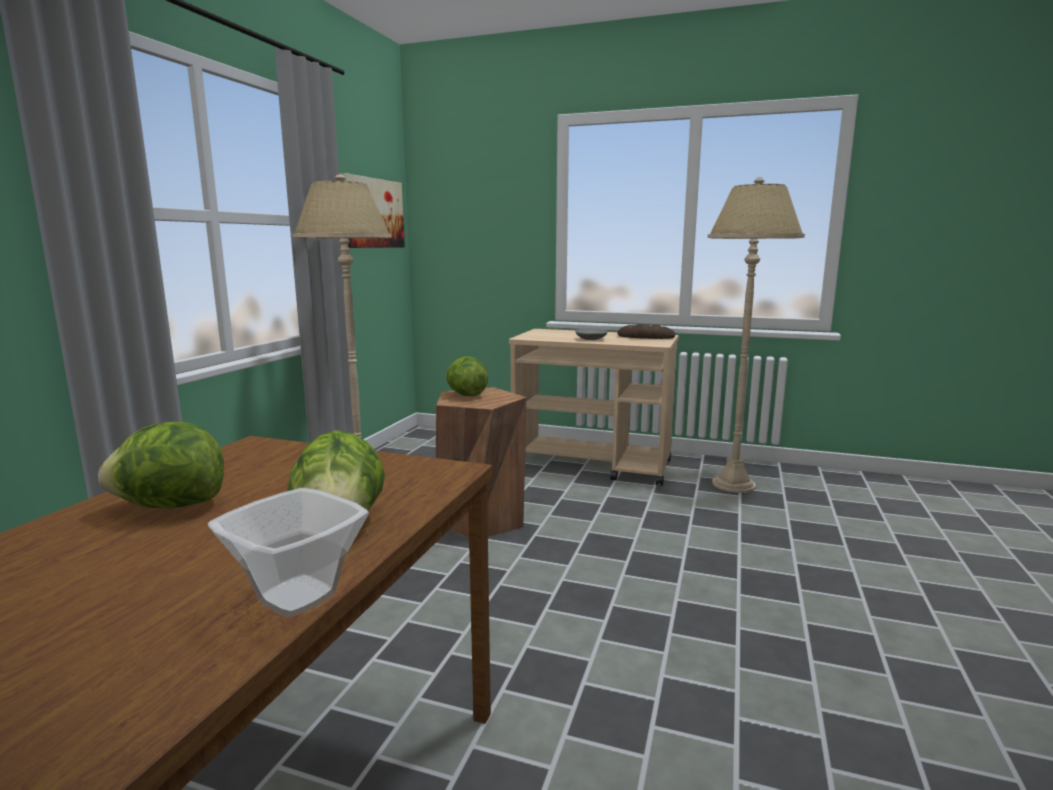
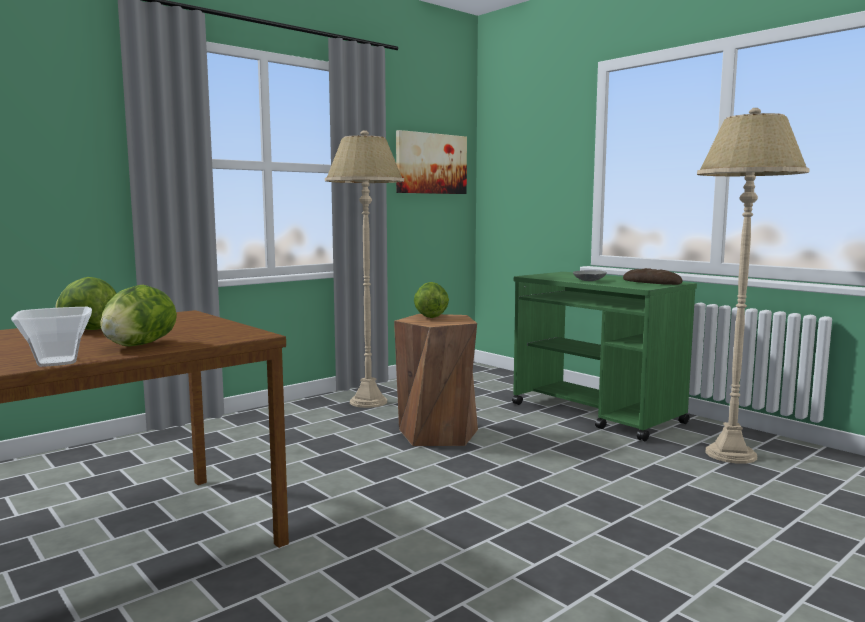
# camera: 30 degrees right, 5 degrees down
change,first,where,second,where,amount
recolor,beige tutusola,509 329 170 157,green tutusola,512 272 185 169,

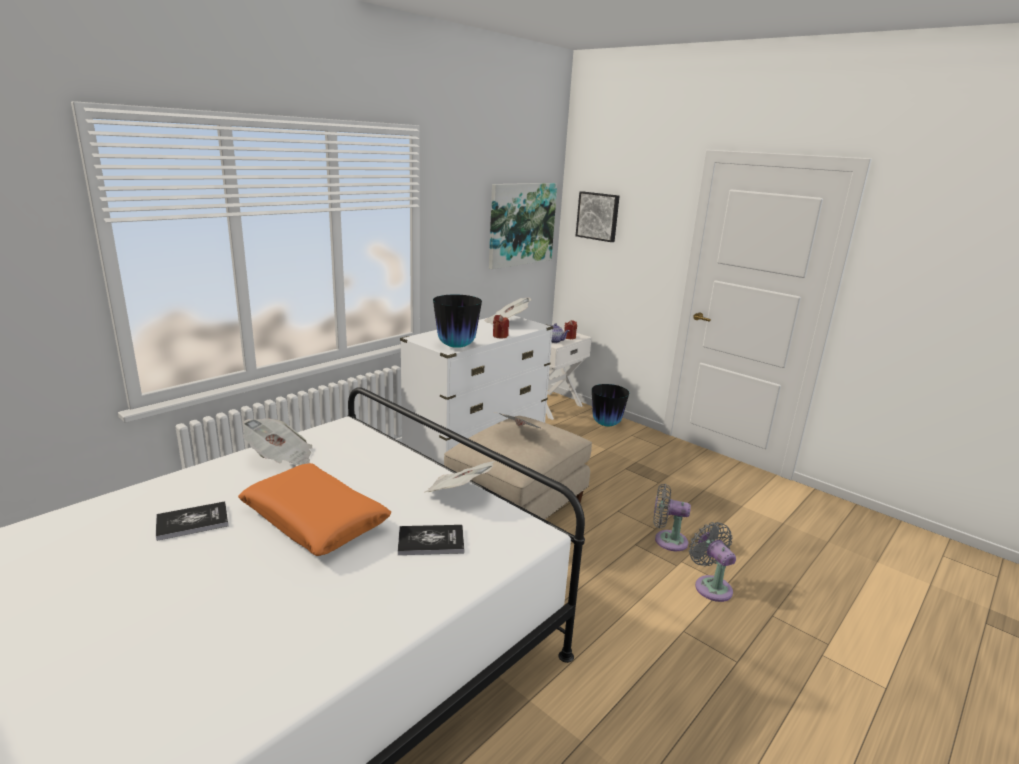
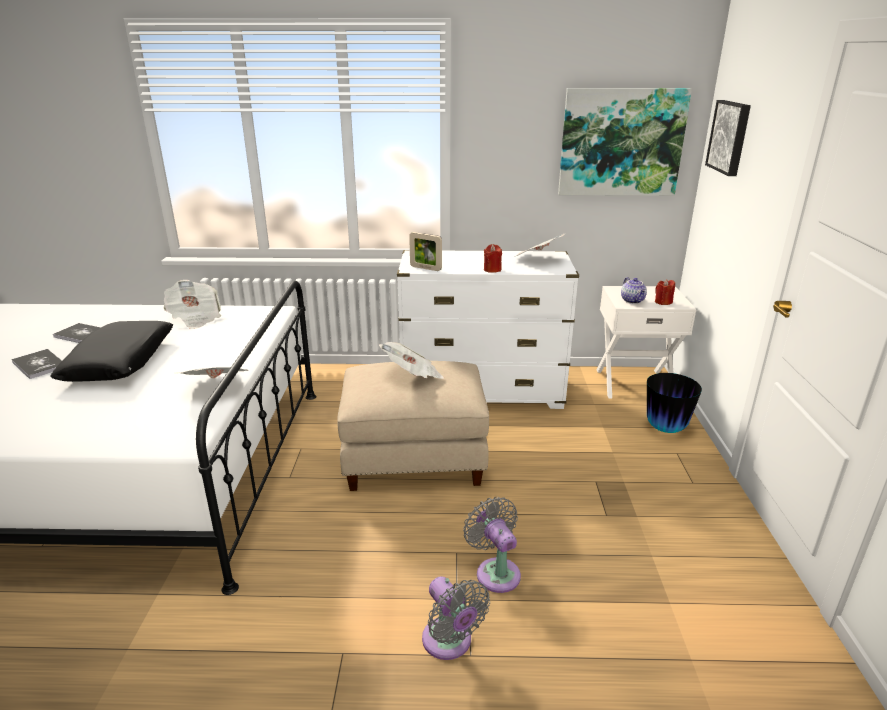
# camera: 50 degrees right, 5 degrees up
change,first,where,second,where,amount
move,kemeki,398 525 66 30,,11 349 51 30,
recolor,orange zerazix,238 463 153 93,black zerazix,50 321 123 61,
replace,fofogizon,433 295 49 53,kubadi,409 232 33 39,
rotate,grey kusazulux,689 522 47 80,,422 576 68 84,120 degrees clockwise

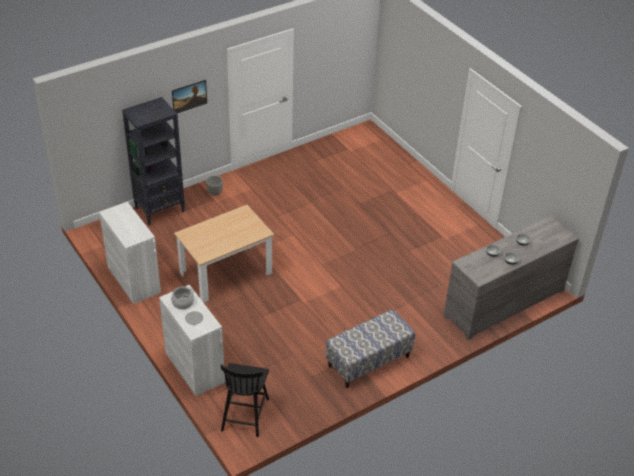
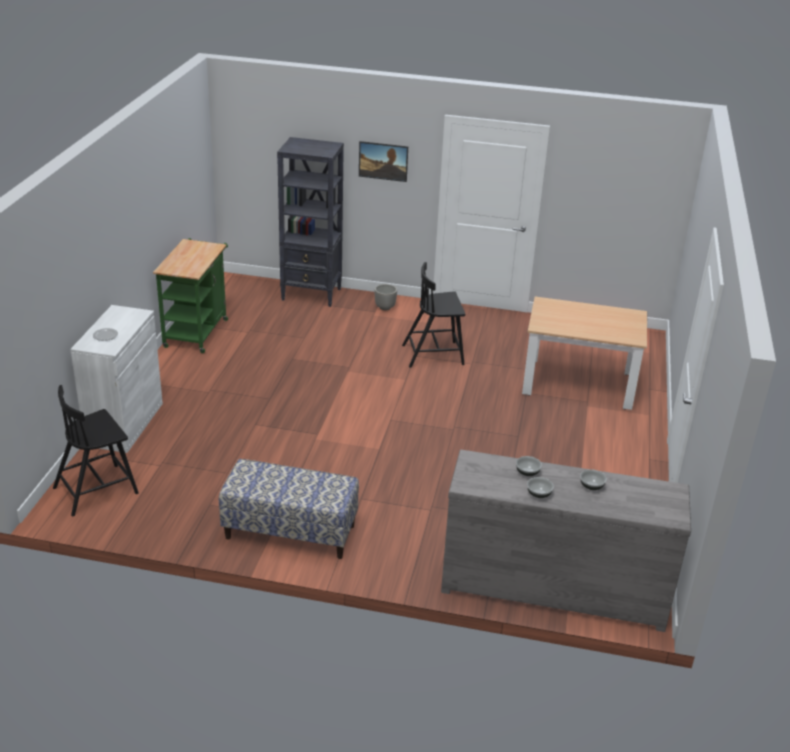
# camera: 45 degrees right, 10 degrees down
change,first,where,second,where,amount
replace,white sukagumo,99 202 62 102,green tutusola,153 238 75 115,
insert,,,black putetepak,402 262 63 106,
move,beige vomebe,174 204 100 99,,522 297 125 113,
delete,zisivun,171 286 23 23,,,

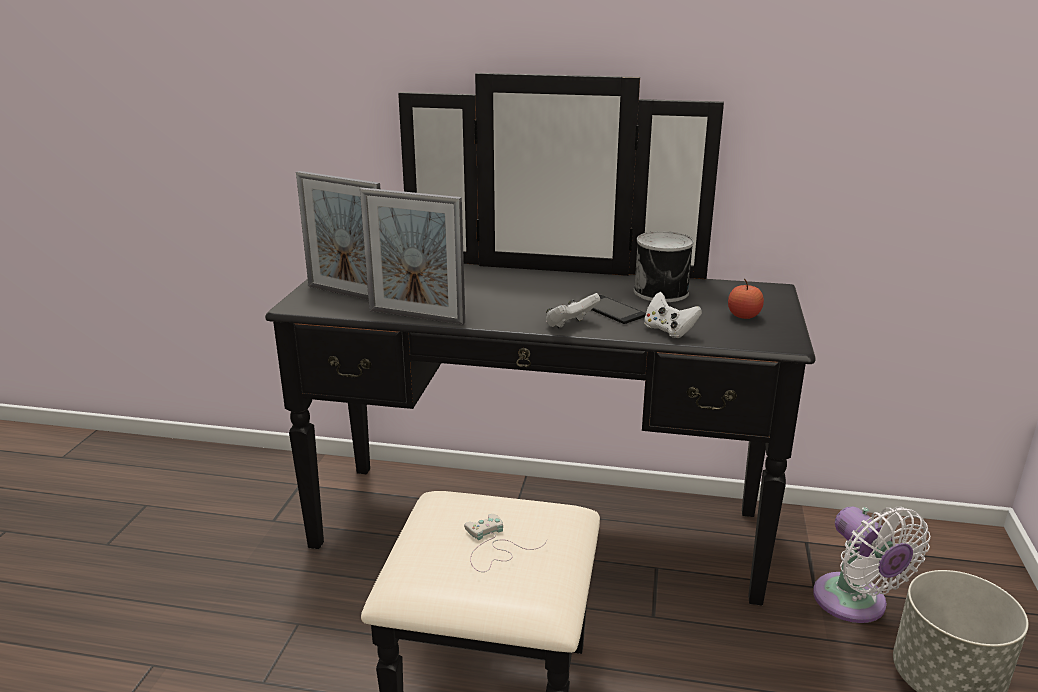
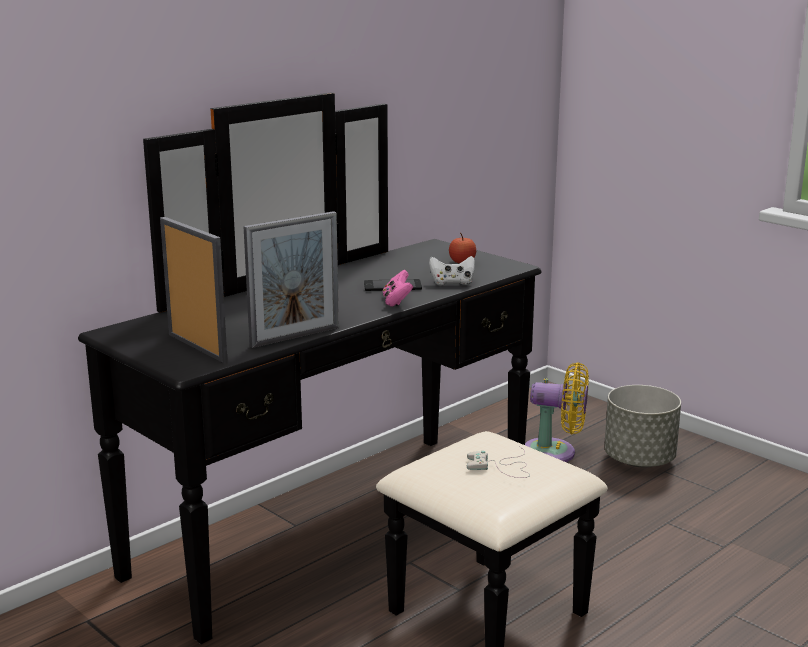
# camera: 55 degrees left, 5 degrees down
change,first,where,second,where,amount
rotate,kubadi,296 171 84 129,,160 217 67 146,105 degrees counterclockwise
recolor,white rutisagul,546 293 55 35,pink rutisagul,383 270 30 37,
recolor,white kusazulux,813 506 118 117,yellow kusazulux,525 362 64 100,
delete,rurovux,634 231 60 71,,,

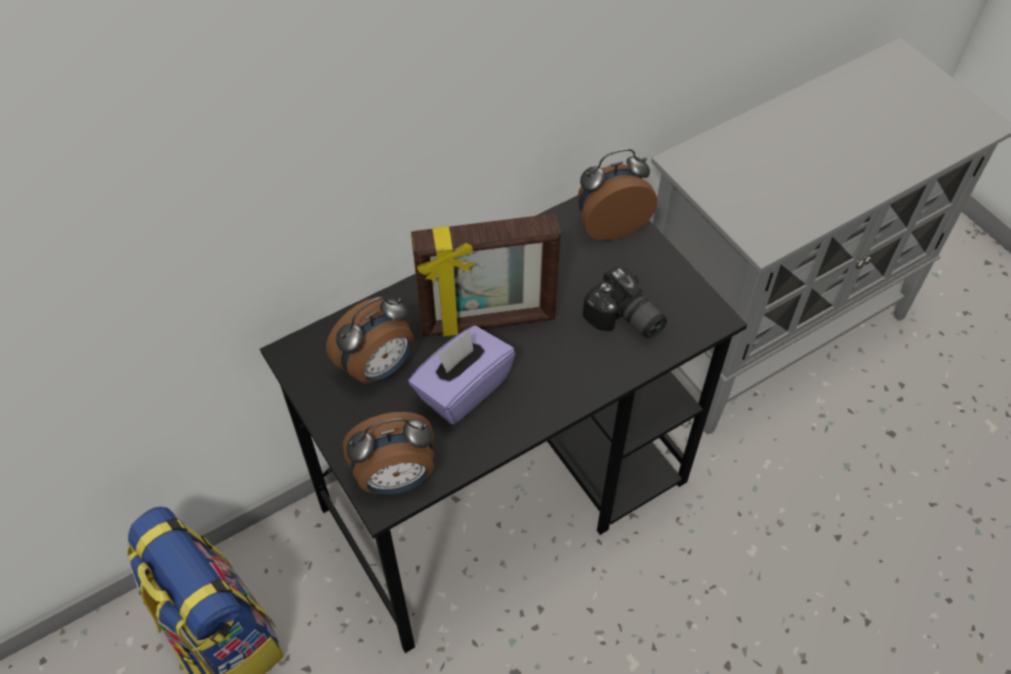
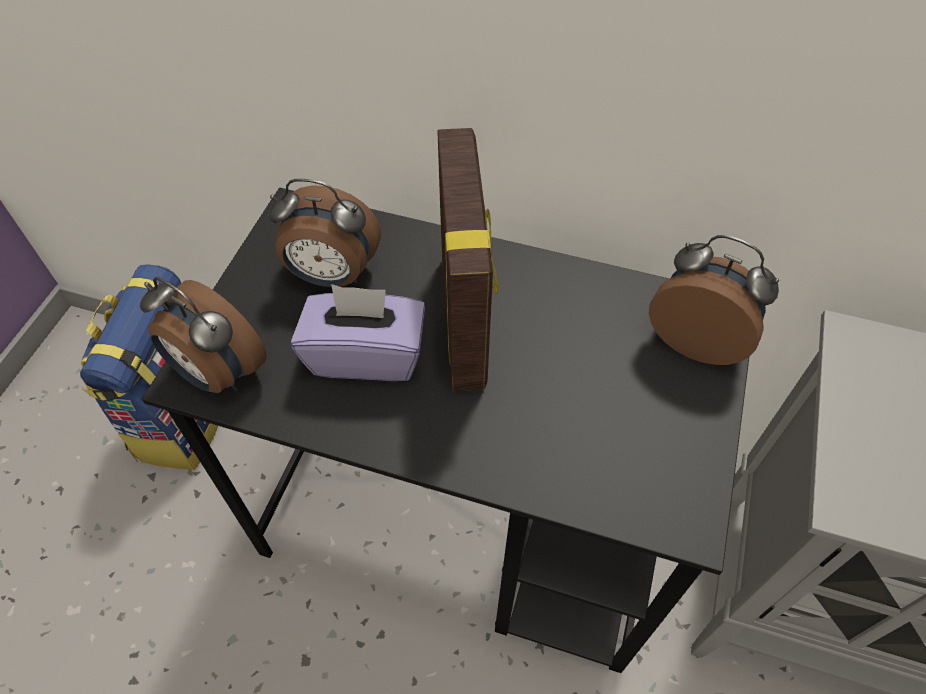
# camera: 50 degrees right, 0 degrees up
change,first,where,second,where,amount
rotate,kubadi,411 214 150 123,,437 128 62 263,135 degrees counterclockwise
delete,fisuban,583 266 84 73,,,

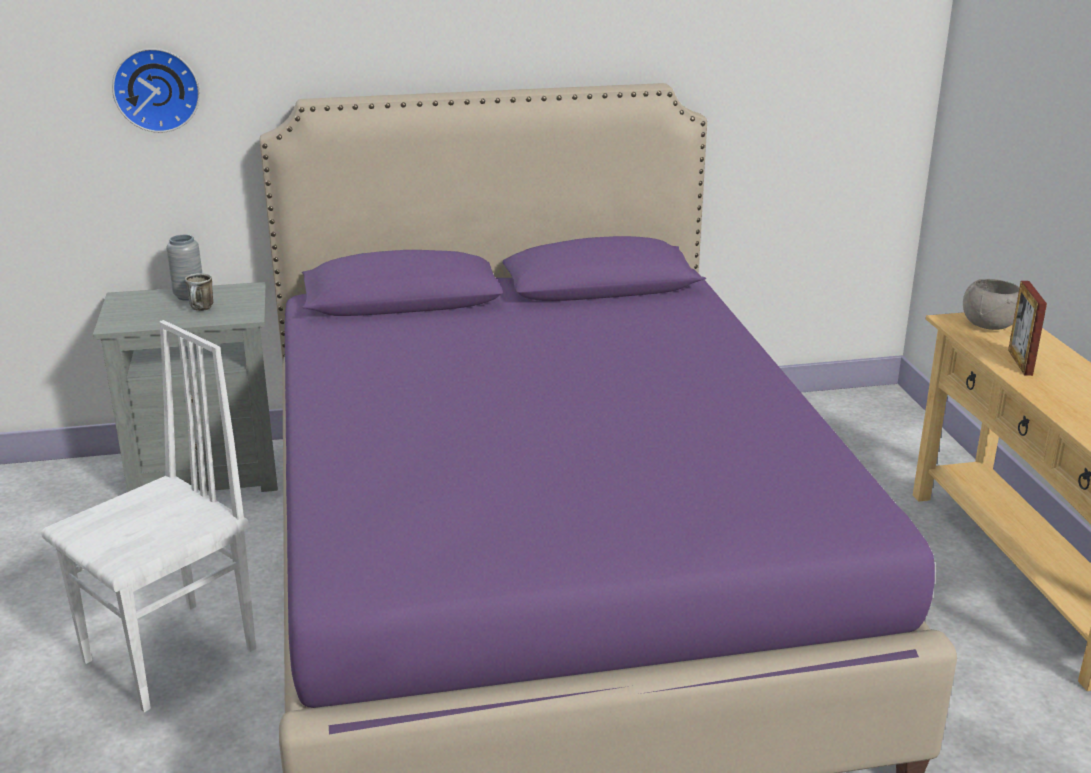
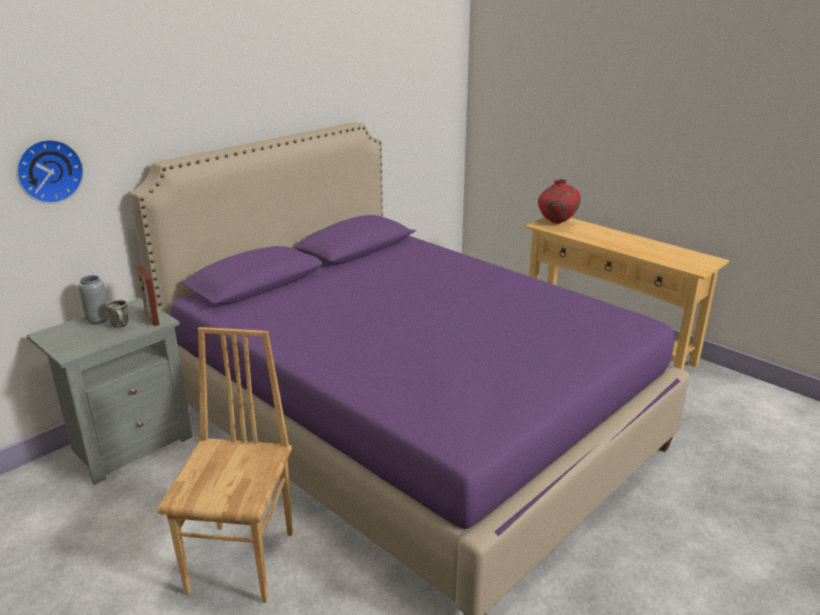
# camera: 35 degrees left, 0 degrees up
change,first,where,second,where,amount
move,kubadi,1008 281 39 95,,137 265 22 61,
recolor,white putetepak,41 320 215 392,brown putetepak,157 327 136 276,
replace,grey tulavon,963 279 56 51,red fofogizon,538 179 43 45,

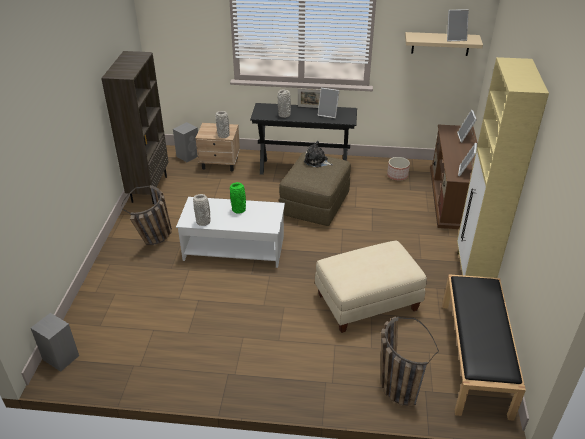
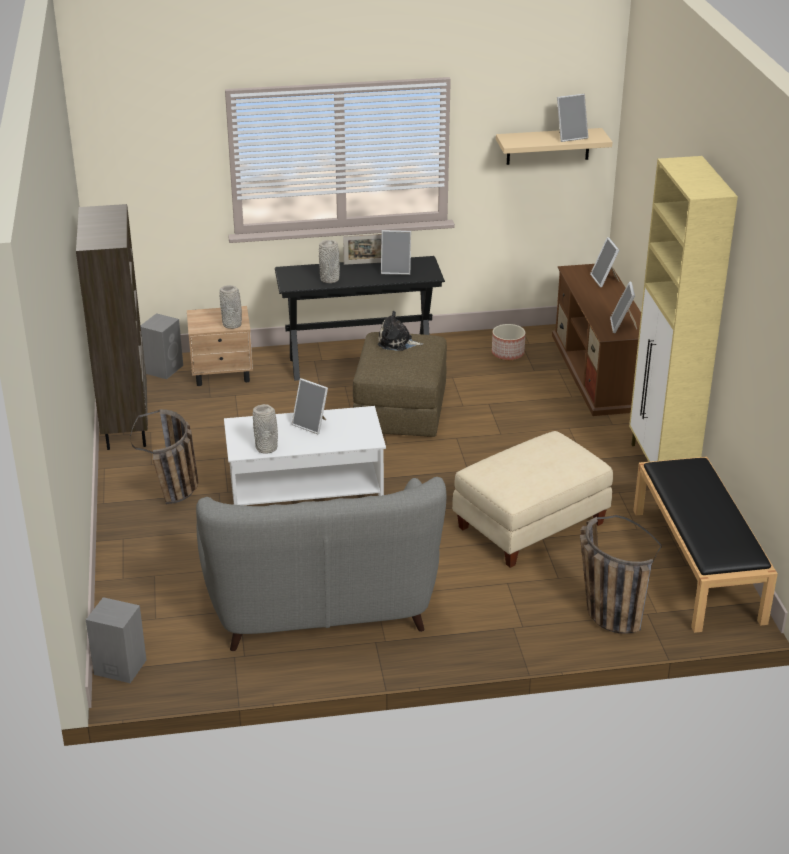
# camera: 15 degrees left, 5 degrees down
change,first,where,second,where,amount
insert,,,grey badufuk,196 477 250 174,
replace,green fofogizon,230 182 16 31,kubadi,291 378 37 56,

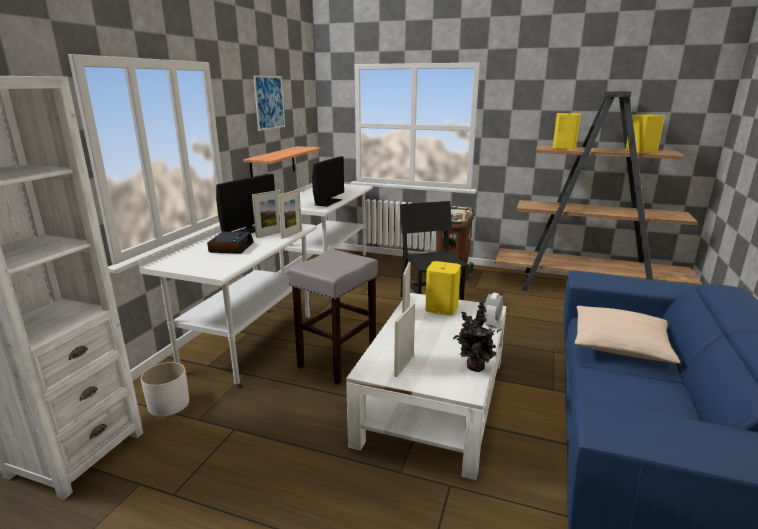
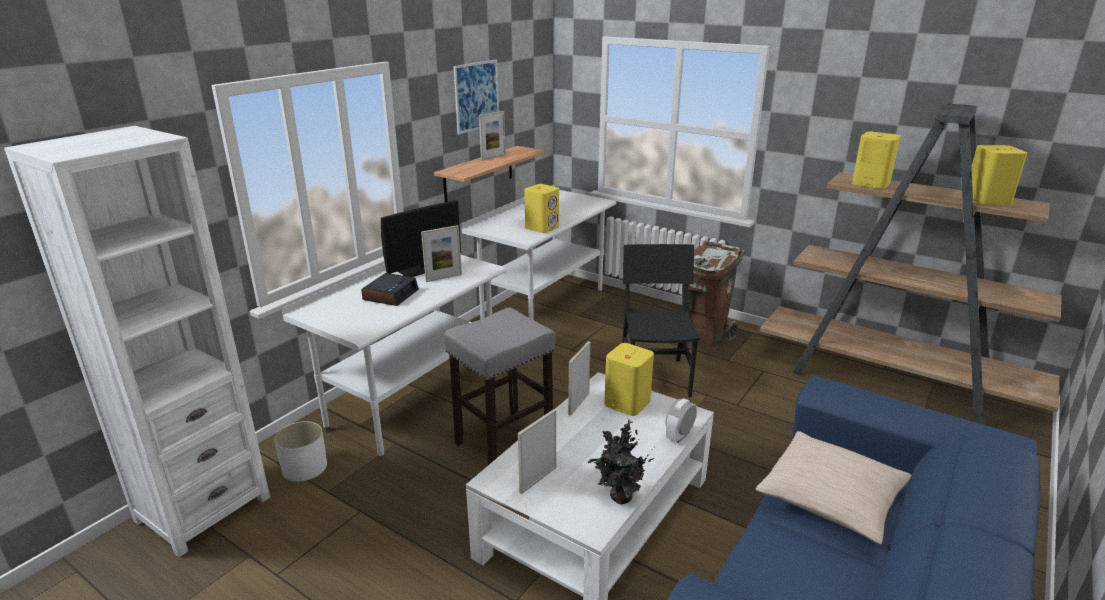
# camera: 15 degrees right, 5 degrees up
change,first,where,second,where,amount
move,kubadi,278 189 24 50,,479 111 27 49,
replace,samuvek,312 156 32 51,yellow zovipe,524 184 35 49,

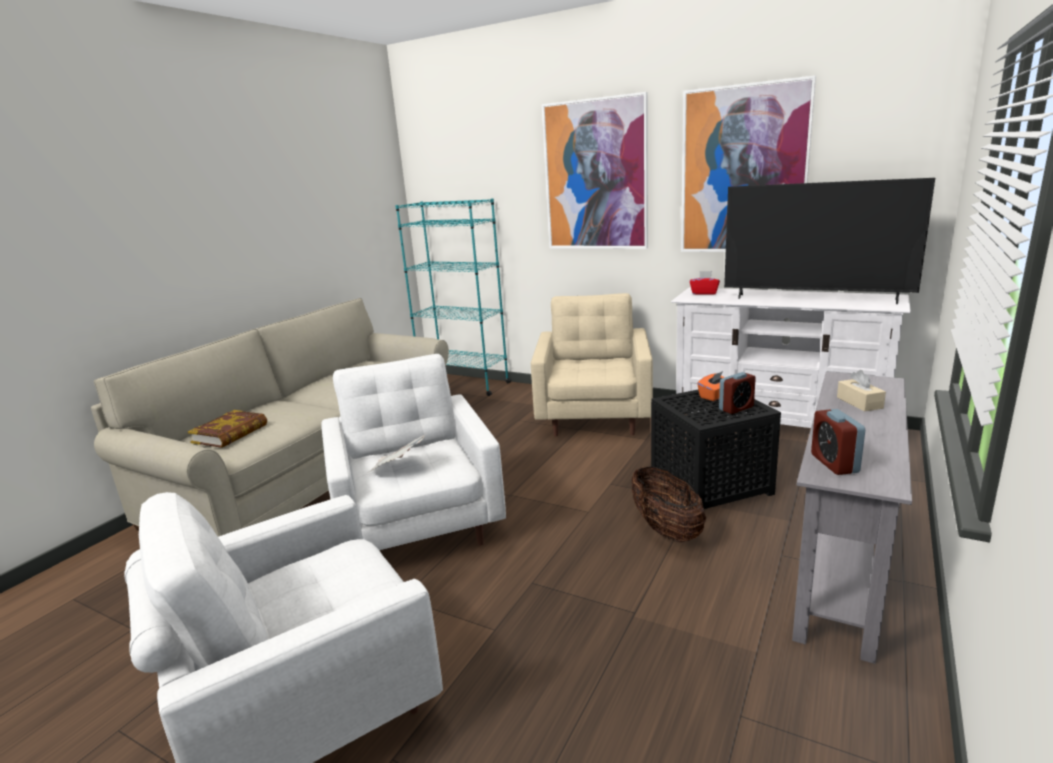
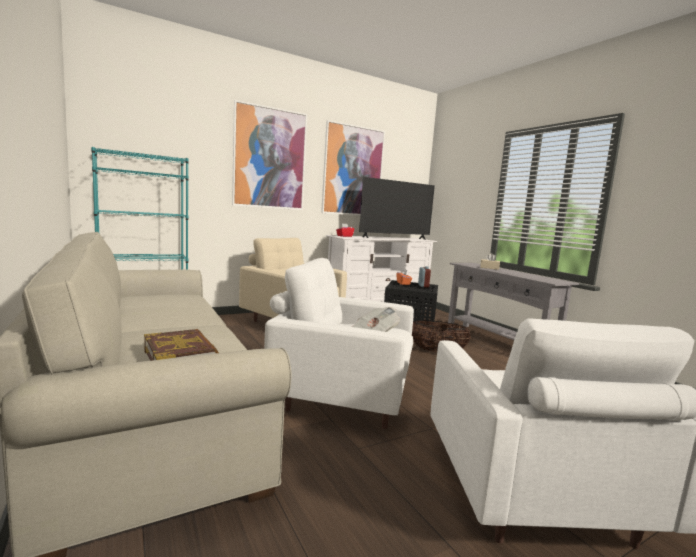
# camera: 60 degrees left, 10 degrees down
change,first,where,second,where,amount
delete,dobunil,811 409 54 66,,,

